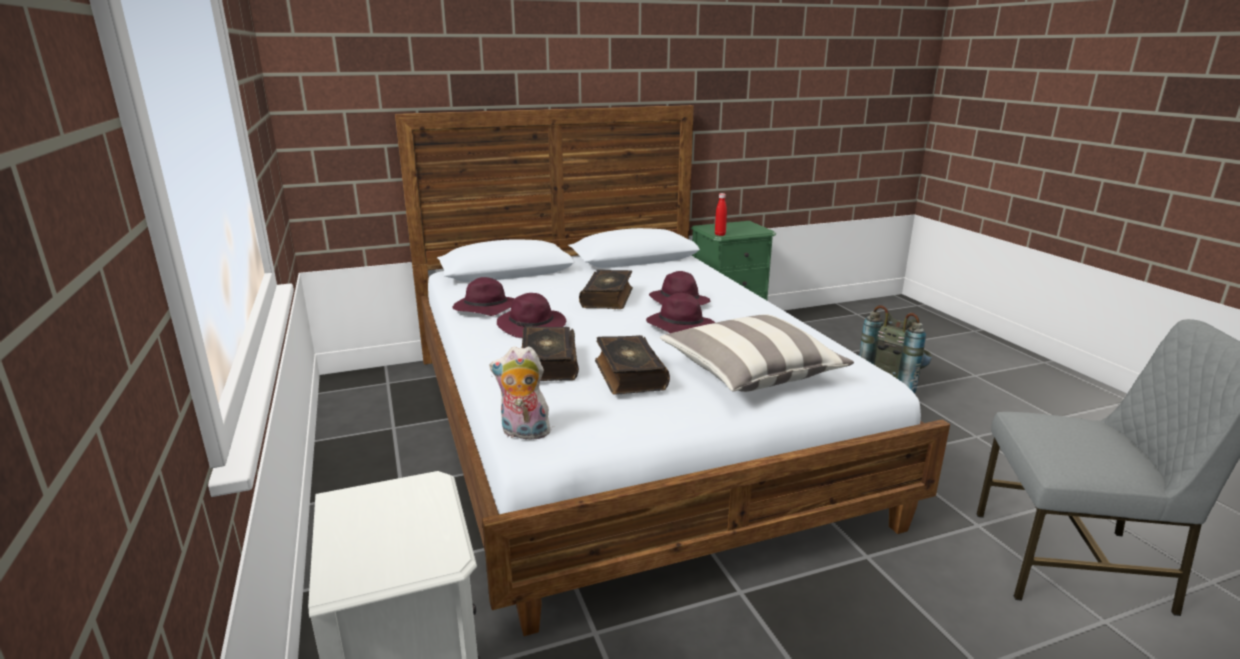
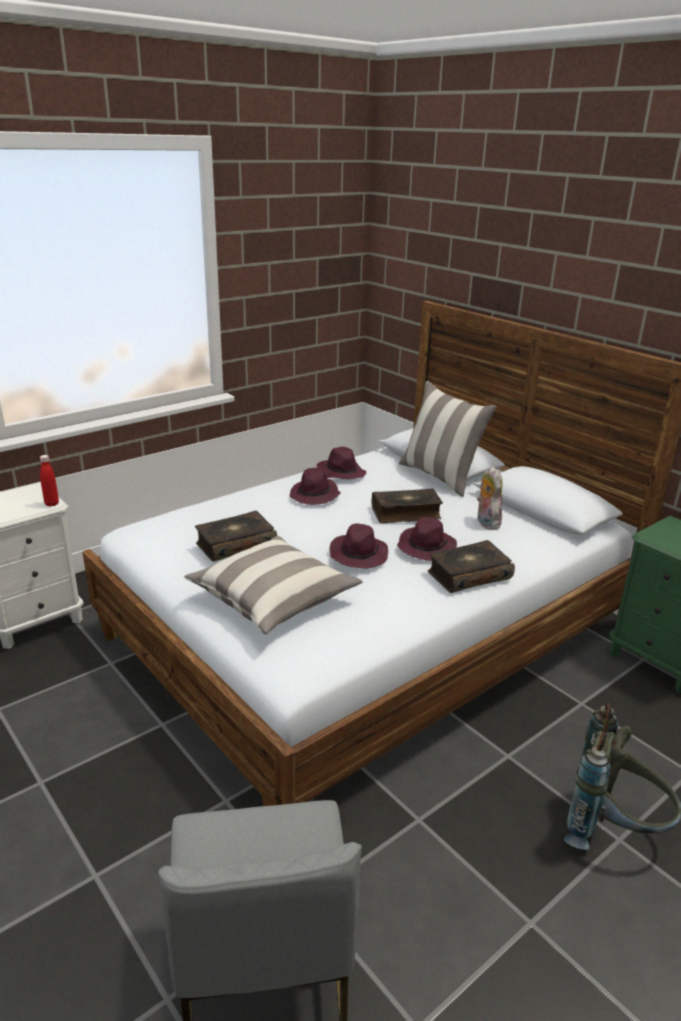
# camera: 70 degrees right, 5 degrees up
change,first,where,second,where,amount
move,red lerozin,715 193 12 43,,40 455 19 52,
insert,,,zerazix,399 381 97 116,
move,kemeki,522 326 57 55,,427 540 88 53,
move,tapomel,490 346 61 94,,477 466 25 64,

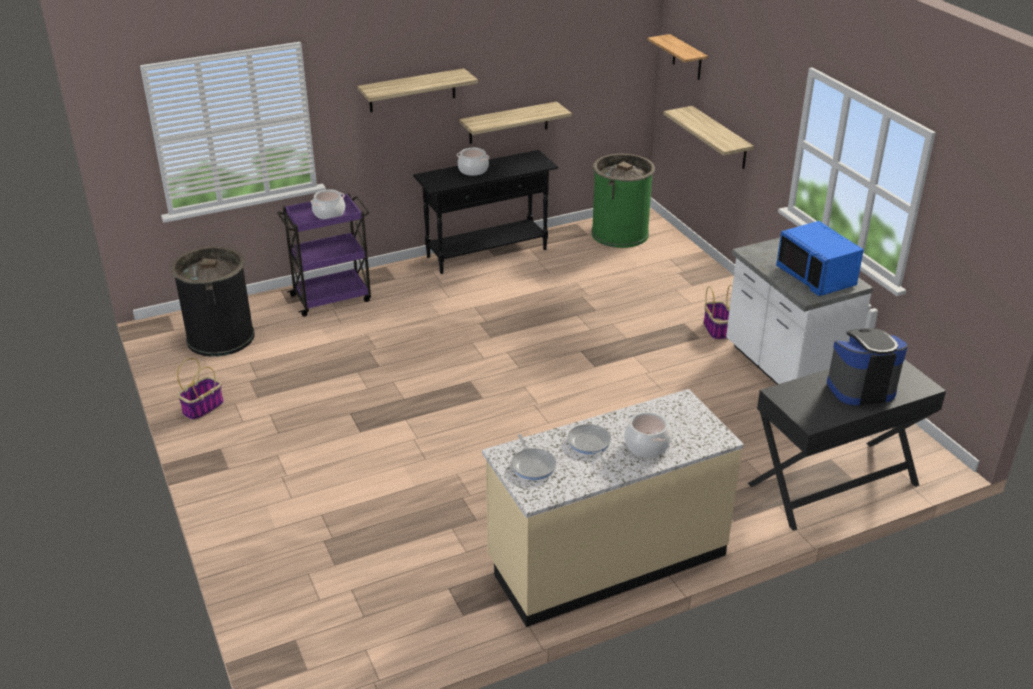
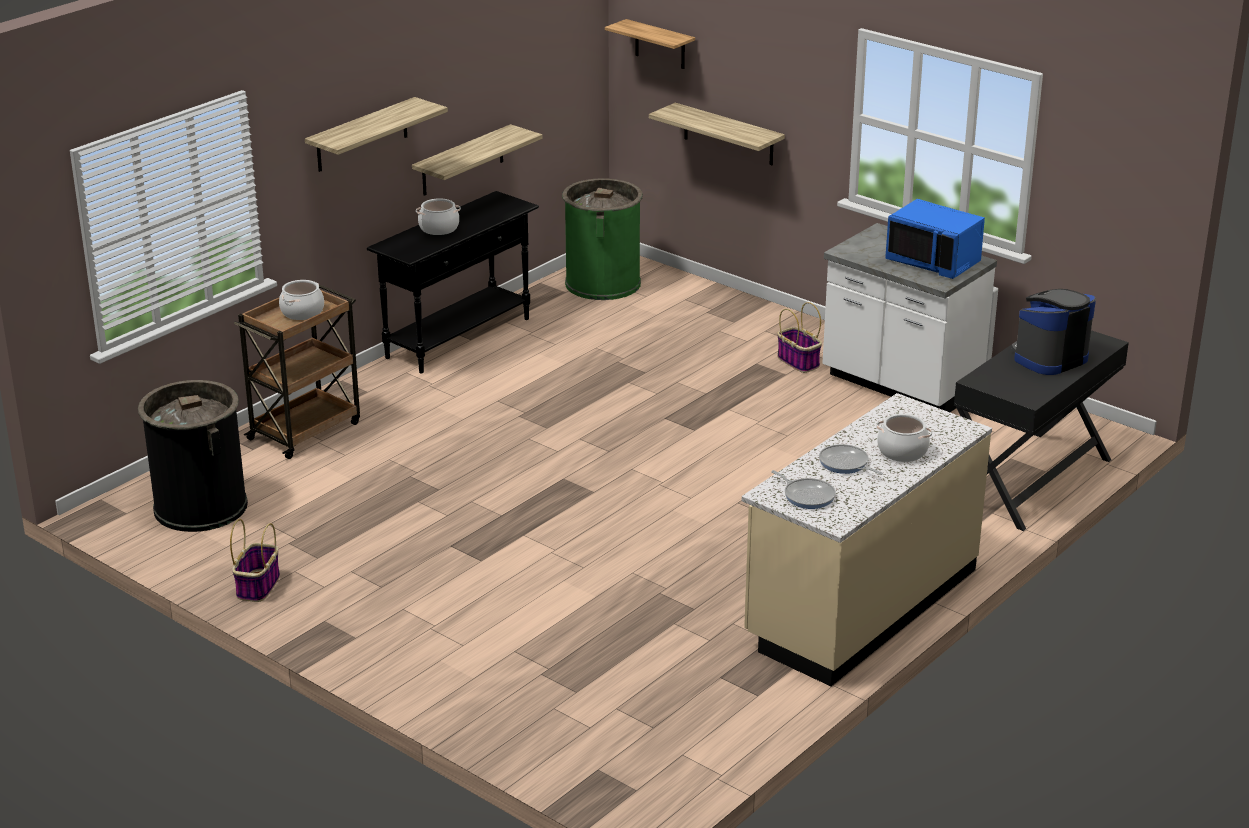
# camera: 25 degrees left, 5 degrees down
change,first,where,second,where,amount
recolor,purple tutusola,277 193 94 124,brown tutusola,234 284 126 175,

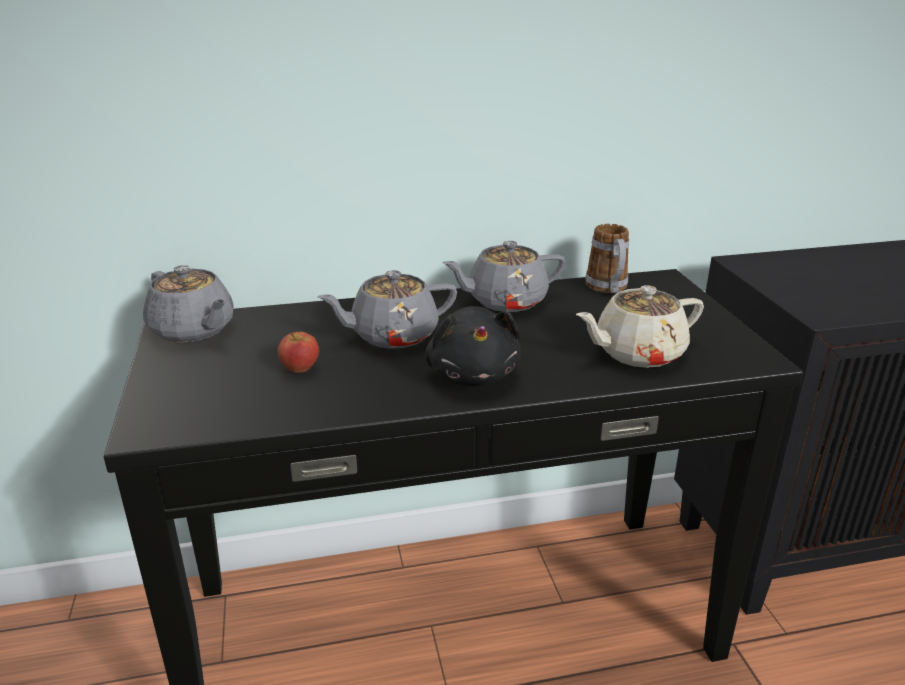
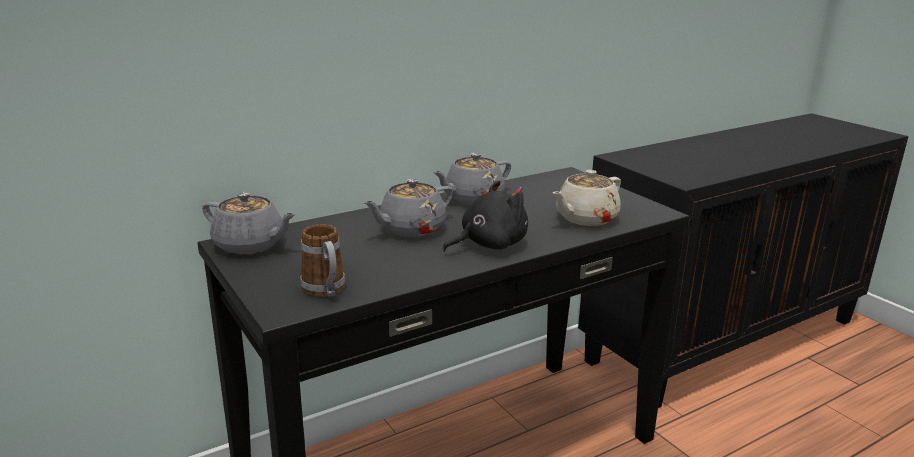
# camera: 20 degrees left, 5 degrees down
change,first,where,second,where,amount
move,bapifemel,585 224 44 69,,300 224 45 73,
rotate,black tapomel,425 306 96 80,,442 180 86 71,90 degrees counterclockwise
delete,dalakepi,278 331 41 42,,,

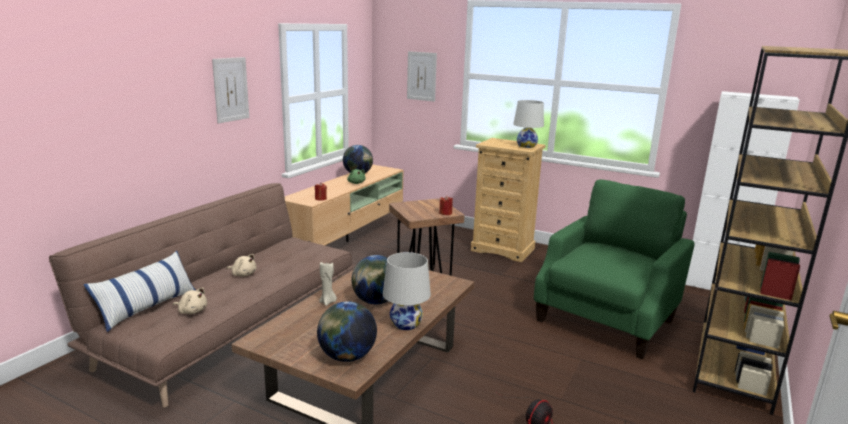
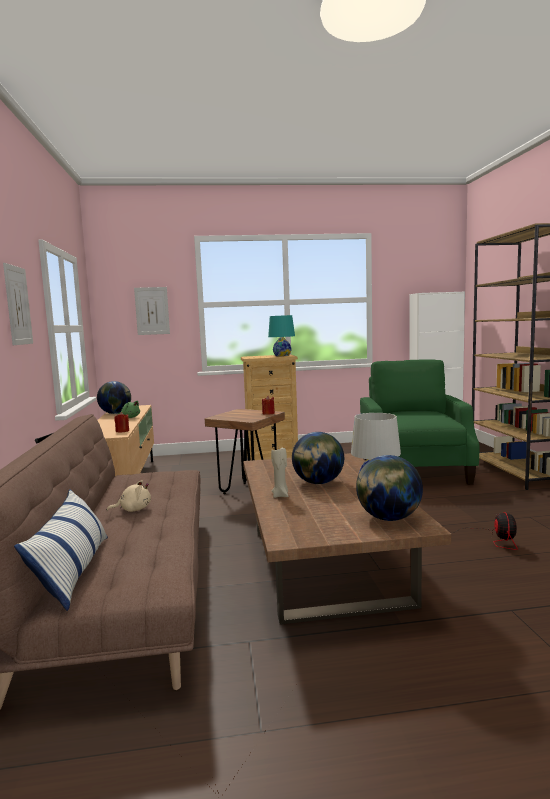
# camera: 35 degrees left, 10 degrees down
change,first,where,second,where,amount
recolor,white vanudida,513 100 31 48,turquoise vanudida,268 315 27 41,
delete,beige tapomel,173 288 34 26,,,

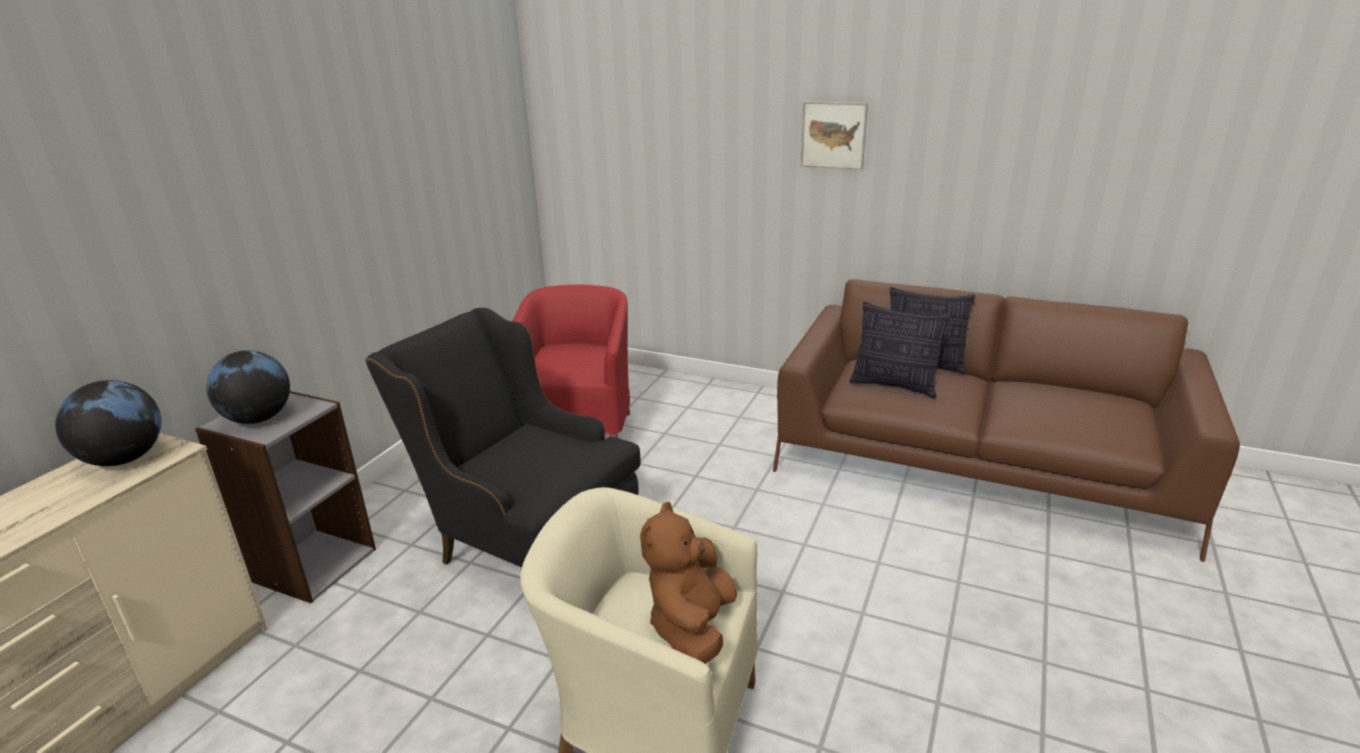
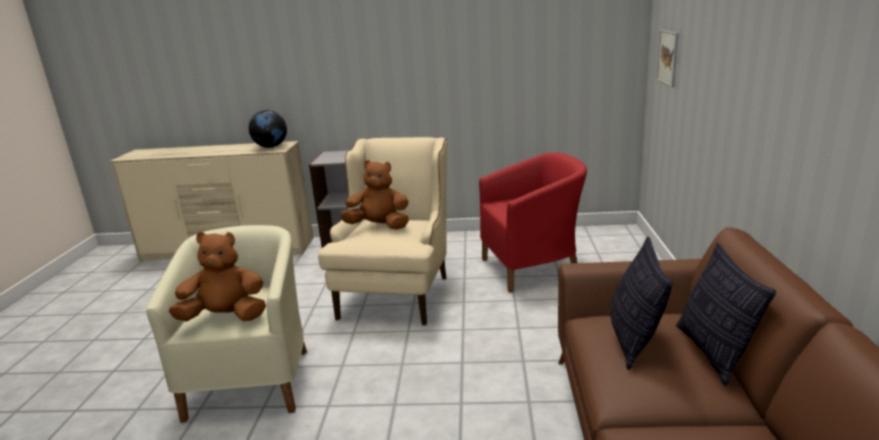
# camera: 70 degrees right, 5 degrees down
change,first,where,second,where,amount
recolor,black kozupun,365 308 276 259,beige kozupun,318 137 129 188,
insert,,,brown tapomel,340 160 69 70,
move,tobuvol,801 101 67 69,,656 30 23 57,
delete,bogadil,206 350 84 74,,,

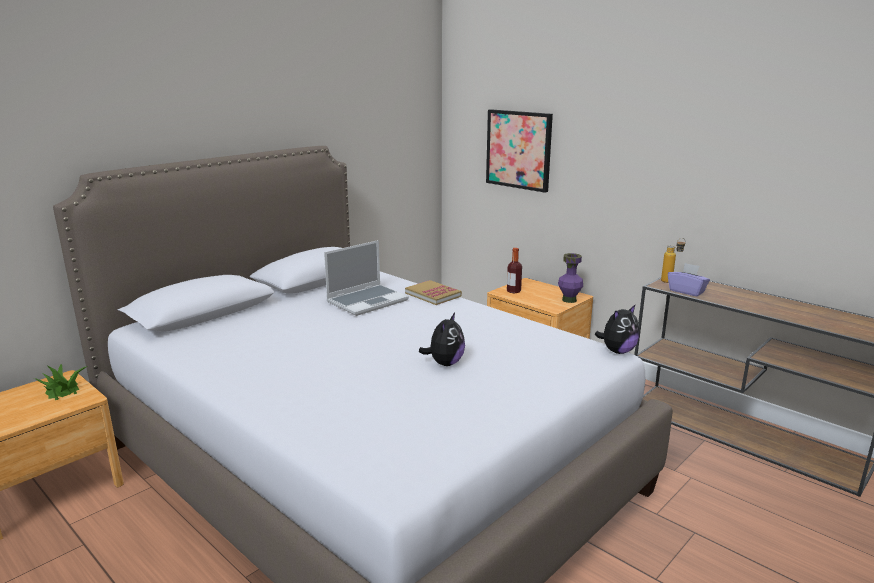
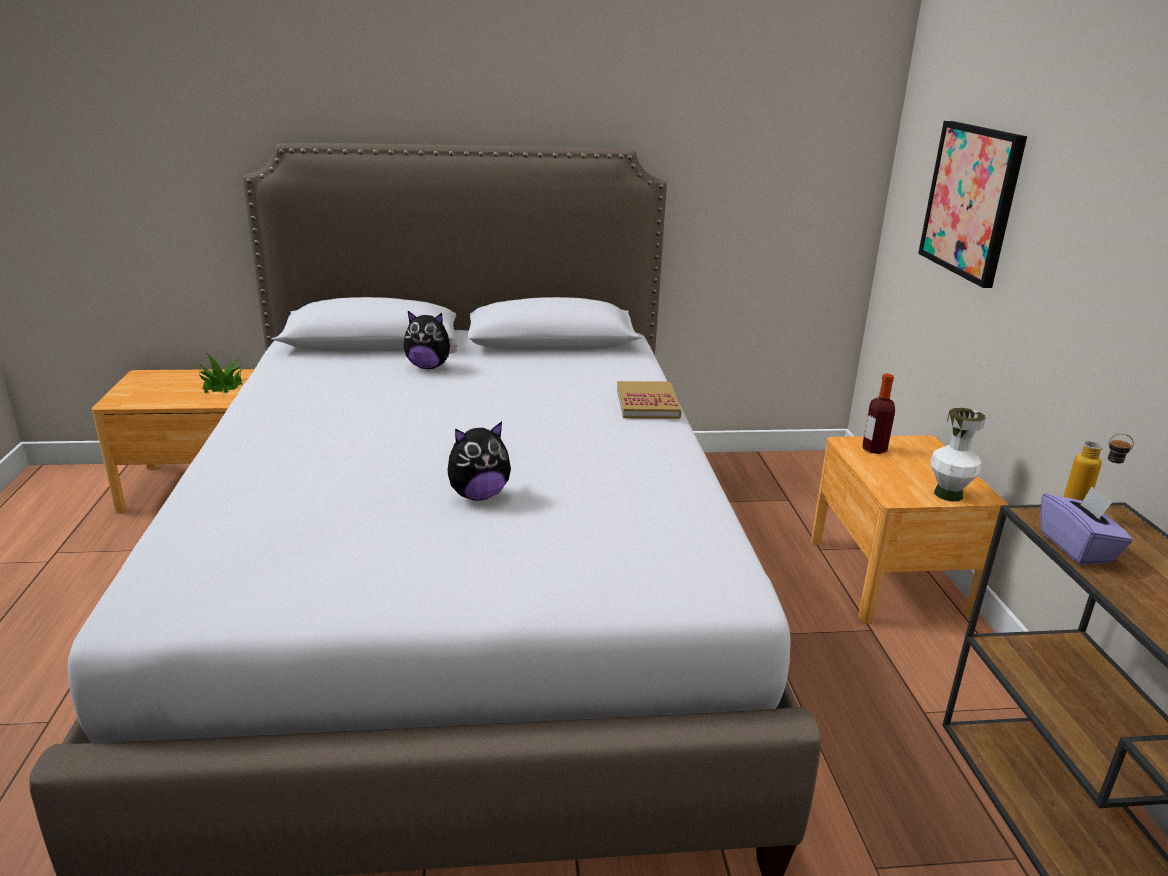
# camera: 40 degrees right, 5 degrees up
change,first,where,second,where,amount
move,tapomel,595 305 45 49,,404 311 53 58,
recolor,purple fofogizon,558 253 25 50,white fofogizon,931 408 55 94,
delete,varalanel,324 240 85 76,,,

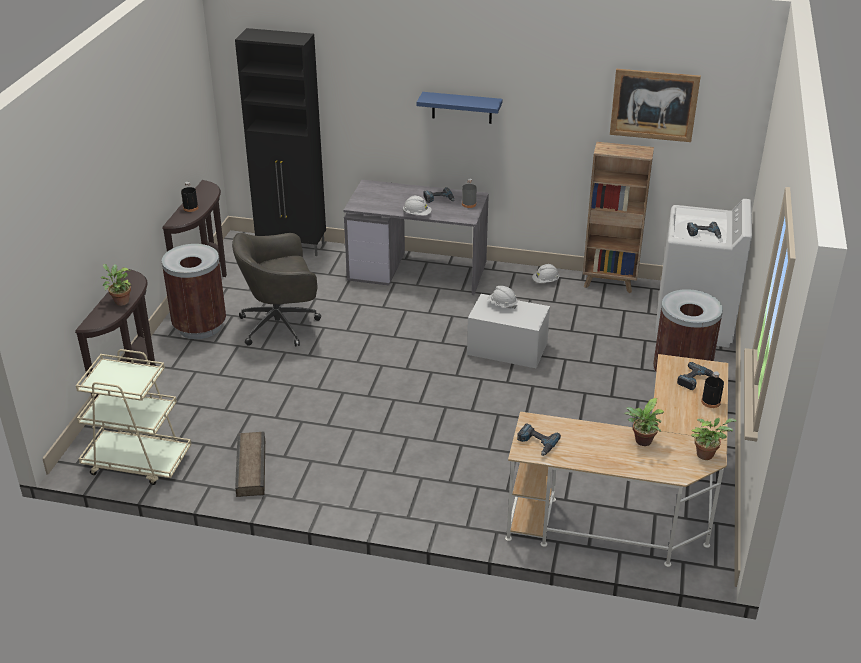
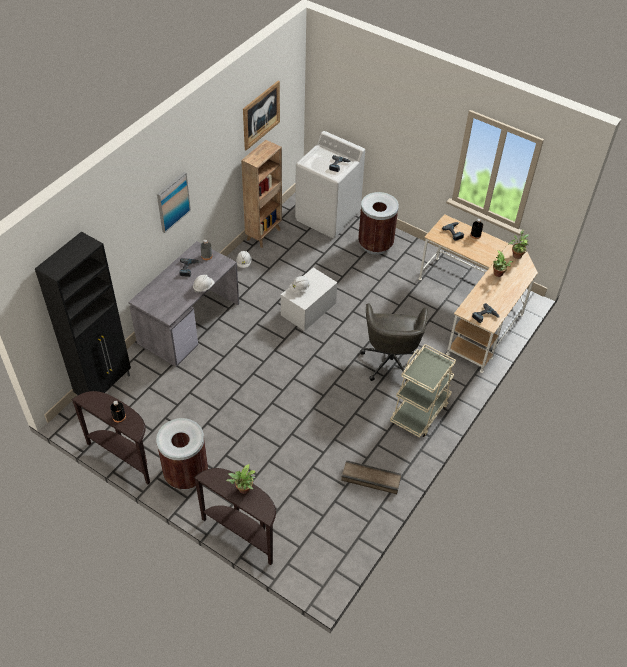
# camera: 70 degrees left, 15 degrees up
change,first,where,second,where,amount
replace,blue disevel,417 92 85 32,tobuvol,157 172 34 61,
move,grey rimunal,232 233 89 113,,360 303 68 78,
move,beige tutusola,76 349 115 136,,390 344 66 94,

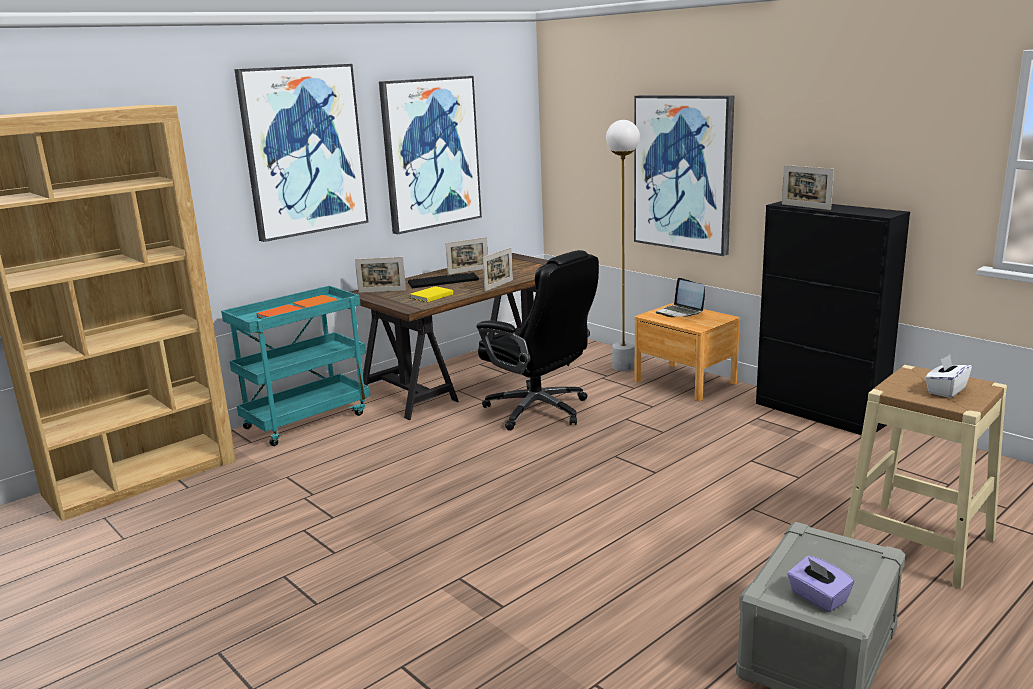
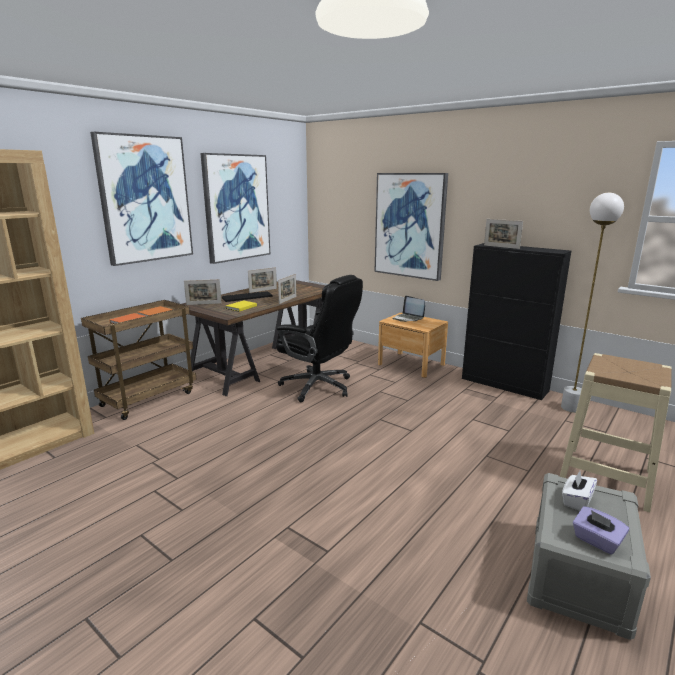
# camera: 10 degrees left, 0 degrees up
change,first,where,second,where,amount
recolor,turquoise tutusola,221 286 149 160,brown tutusola,81 300 116 120,
move,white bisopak,606 120 34 252,,561 193 63 220,
move,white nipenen,925 355 47 43,,562 471 35 40,

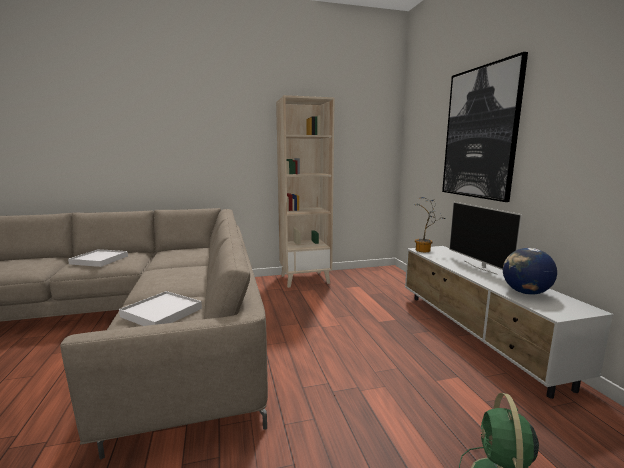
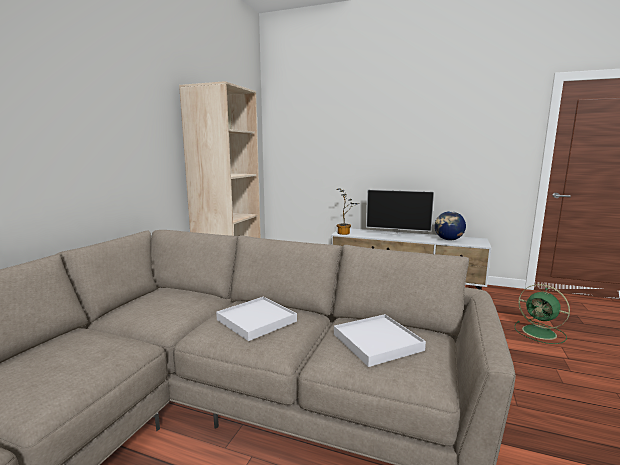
# camera: 55 degrees left, 0 degrees up
change,first,where,second,where,amount
move,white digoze,68 249 60 18,,216 297 81 44,
delete,tobuvol,442 52 86 150,,,

